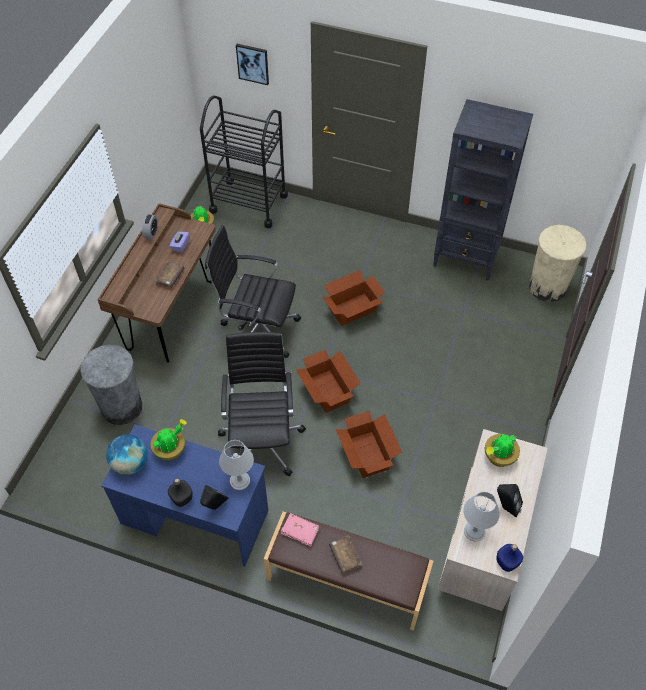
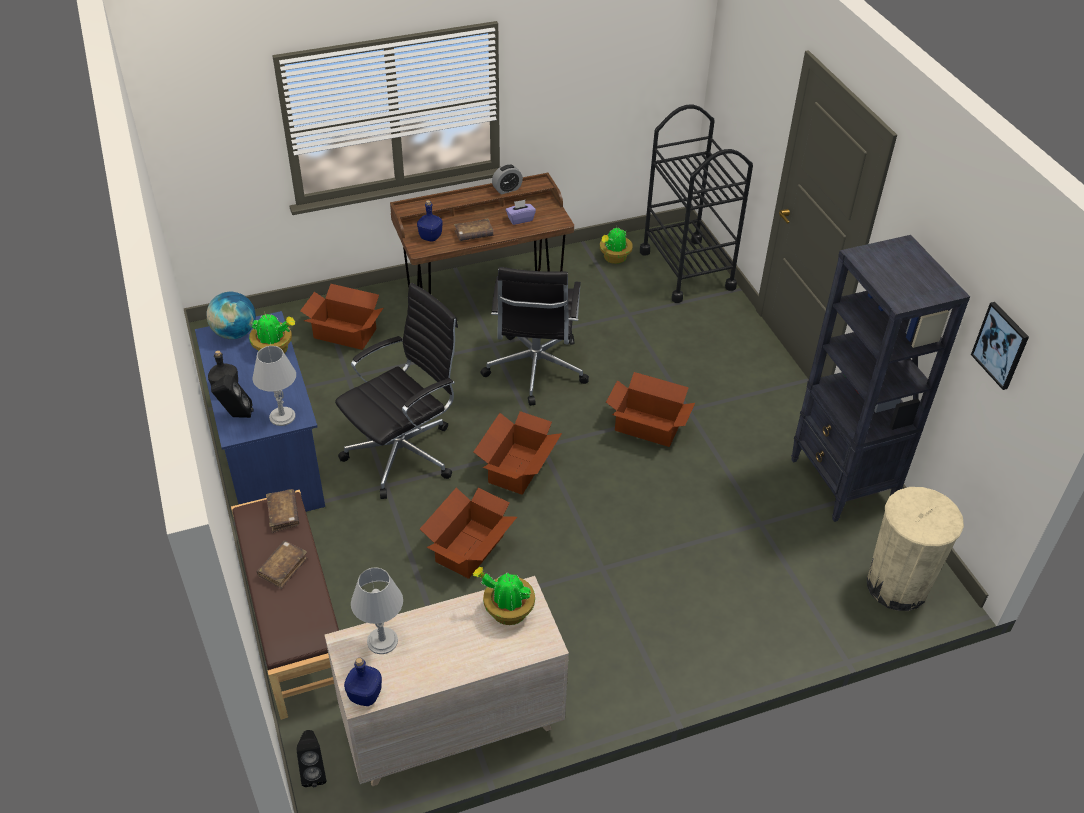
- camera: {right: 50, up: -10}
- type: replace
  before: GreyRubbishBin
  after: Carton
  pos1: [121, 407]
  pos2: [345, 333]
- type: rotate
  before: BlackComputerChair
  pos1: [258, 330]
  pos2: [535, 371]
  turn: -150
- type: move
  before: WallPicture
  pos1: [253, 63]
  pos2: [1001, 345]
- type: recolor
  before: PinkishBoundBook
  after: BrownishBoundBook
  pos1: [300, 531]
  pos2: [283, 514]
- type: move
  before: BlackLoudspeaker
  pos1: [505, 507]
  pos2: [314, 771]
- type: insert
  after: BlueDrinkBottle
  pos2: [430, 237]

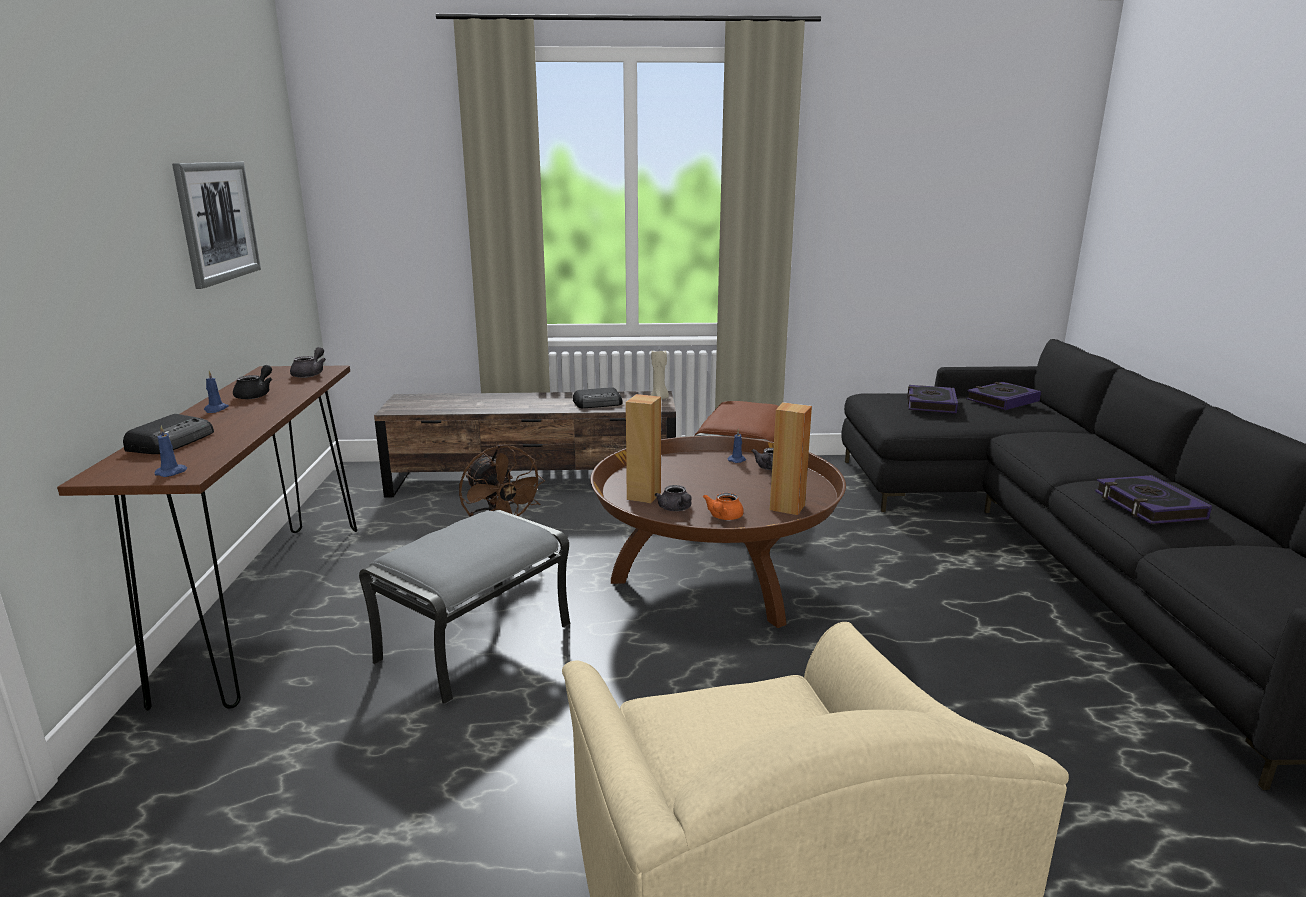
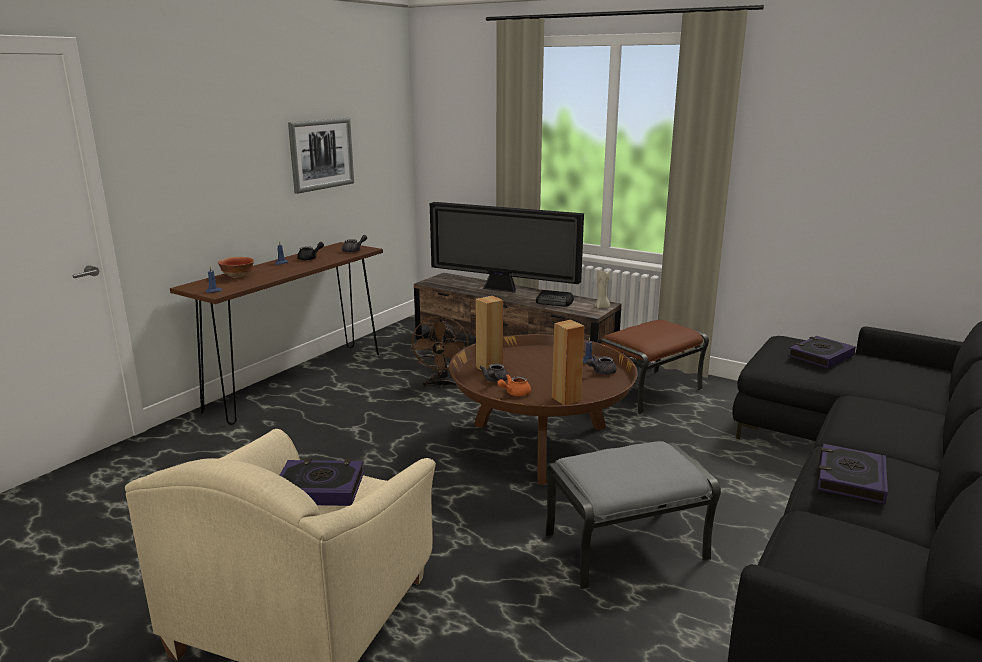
- camera: {right: 35, up: 0}
- type: replace
  before: RadioSet
  after: Bowl
  pos1: [172, 441]
  pos2: [238, 276]
- type: move
  before: GreyPouffe
  pos1: [475, 641]
  pos2: [626, 546]
- type: move
  before: BoundBook
  pos1: [1002, 400]
  pos2: [319, 488]
- type: insert
  after: TvSet
  pos2: [503, 289]

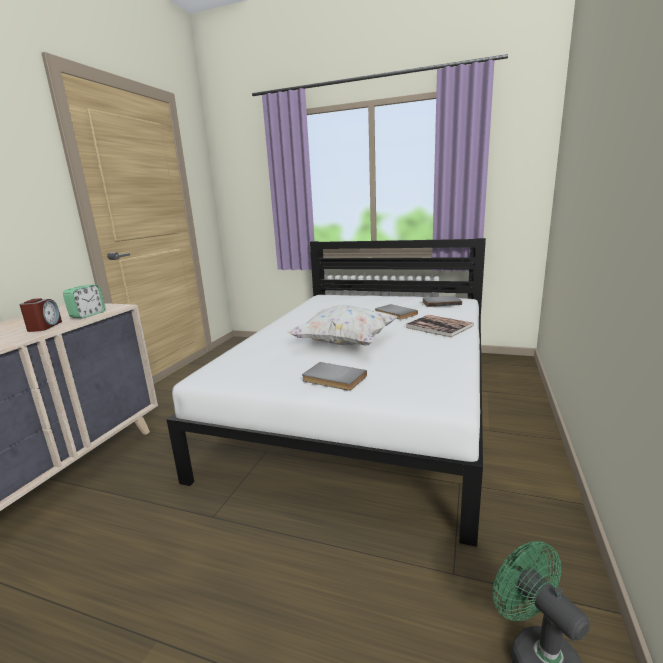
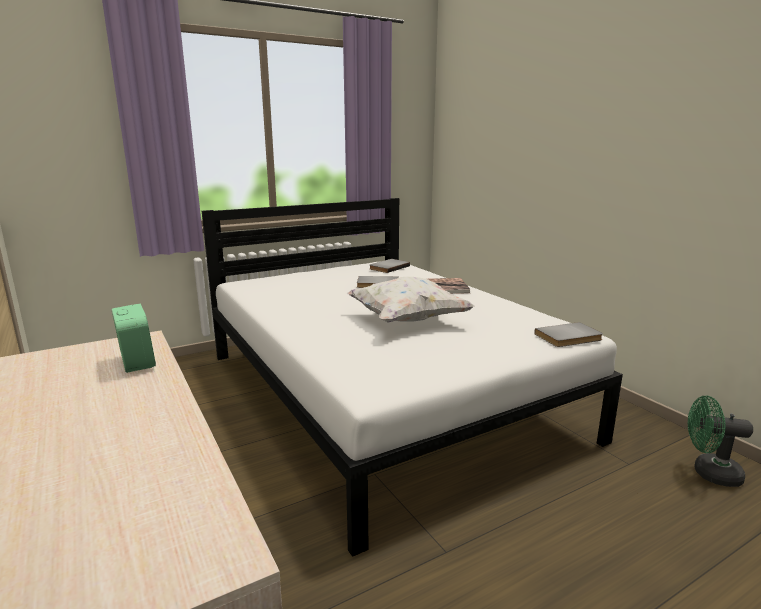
- camera: {right: -50, up: 0}
- type: delete
  before: BedsideClock
  pos1: [44, 326]
- type: move
  before: GreyBoundBook
  pos1: [333, 379]
  pos2: [569, 337]

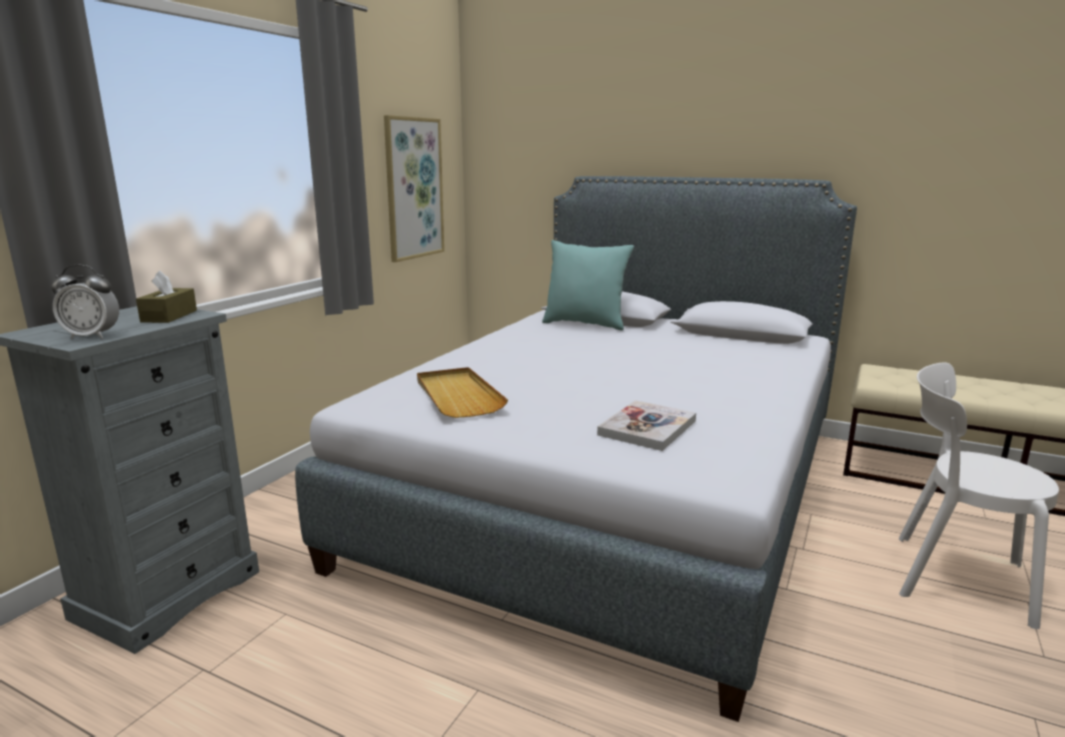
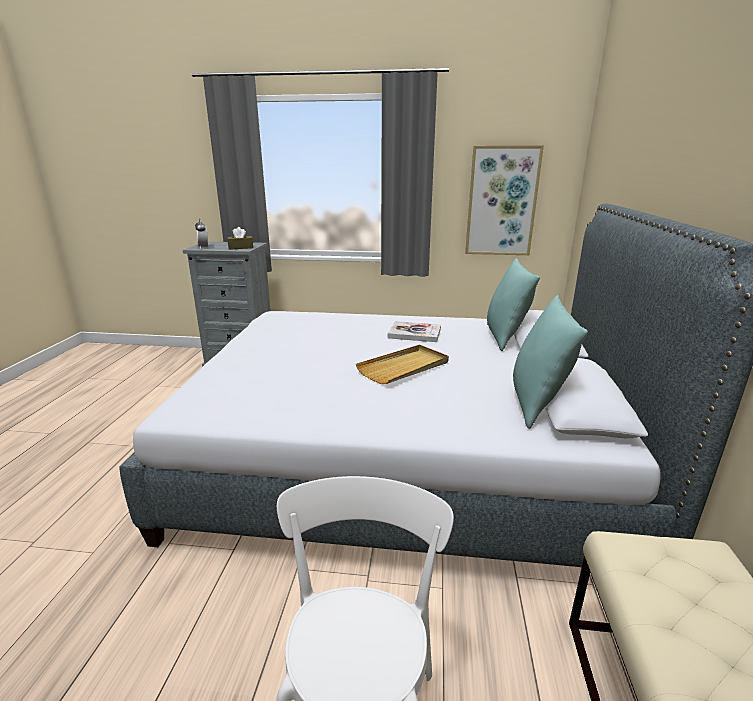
- camera: {right: 70, up: 5}
- type: move
  before: SandColouredCarryingTray
  pos1: [457, 396]
  pos2: [404, 367]
- type: move
  before: BoundBook
  pos1: [647, 428]
  pos2: [414, 333]
- type: insert
  after: TurquoisePillow
  pos2: [537, 403]

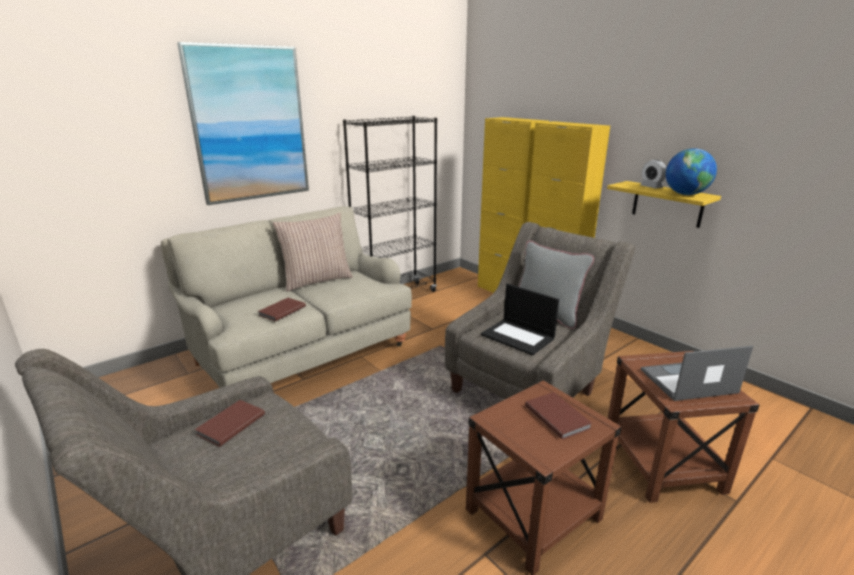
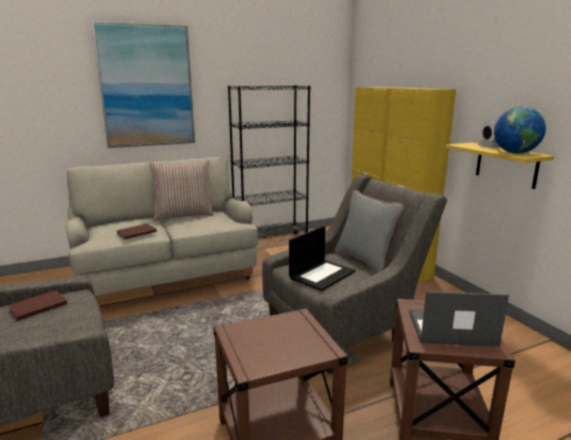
- camera: {right: 15, up: -5}
- type: rotate
  before: PortableComputer
  pos1: [518, 337]
  pos2: [322, 274]
  turn: -105
- type: delete
  before: BrownishBoundBook
  pos1: [557, 416]

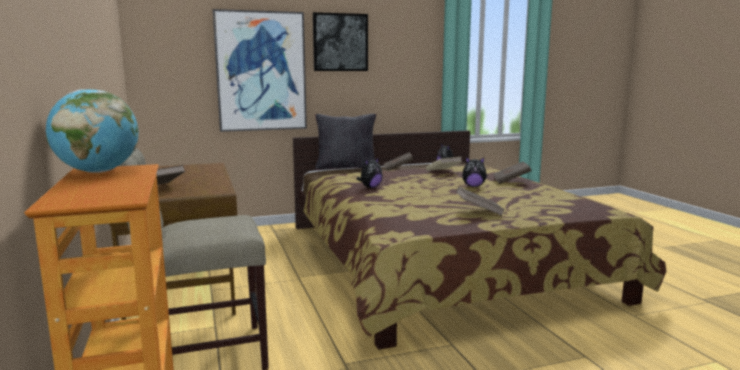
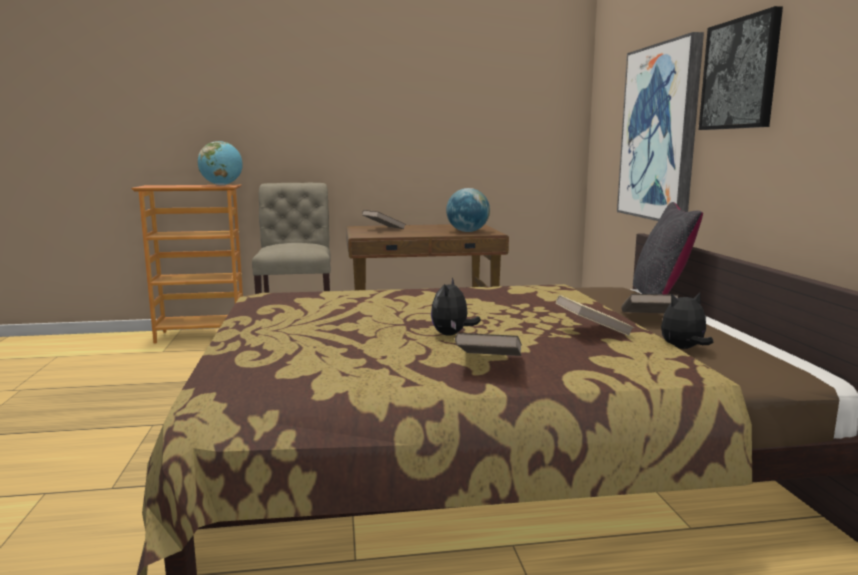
- camera: {right: 100, up: 0}
- type: delete
  before: PlushToy
  pos1: [370, 187]
- type: delete
  before: BrownishBoundBook
  pos1: [479, 212]
- type: insert
  after: DeskGlobe
  pos2: [467, 231]

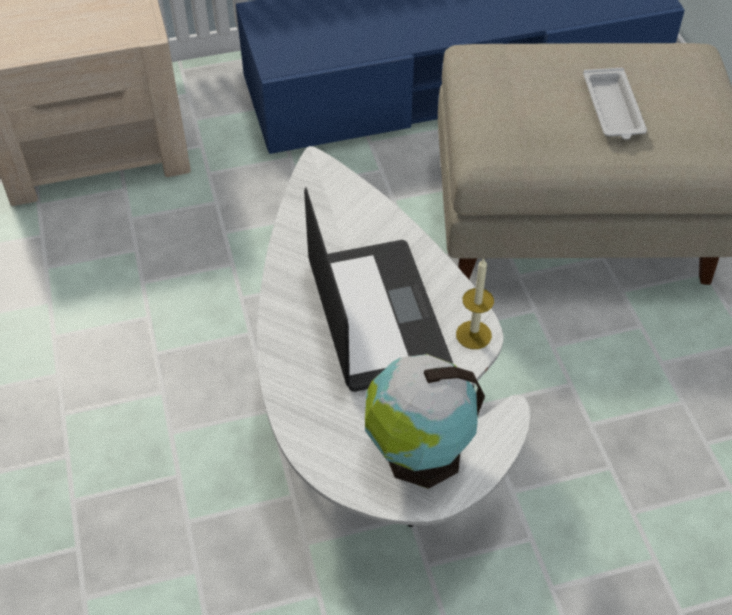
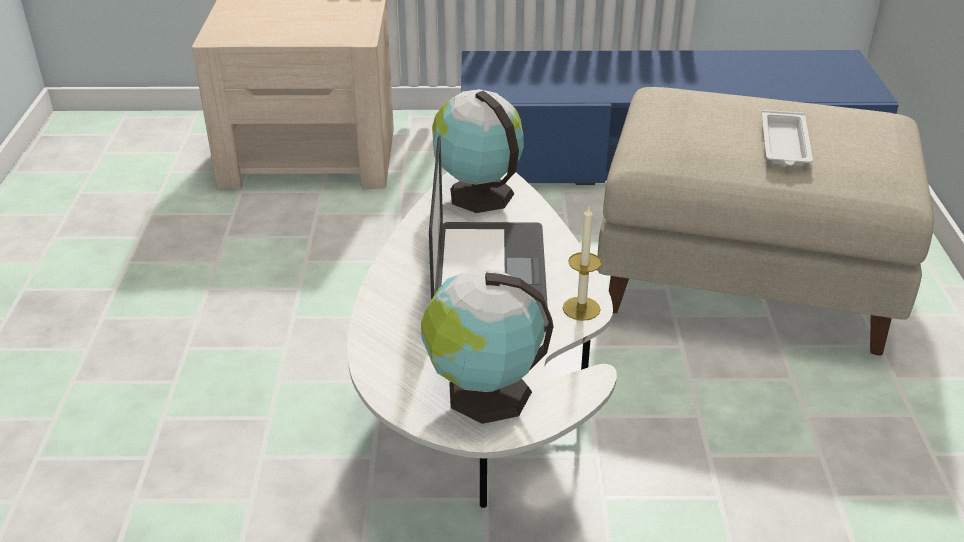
- camera: {right: 15, up: -15}
- type: insert
  after: DeskGlobe
  pos2: [478, 193]

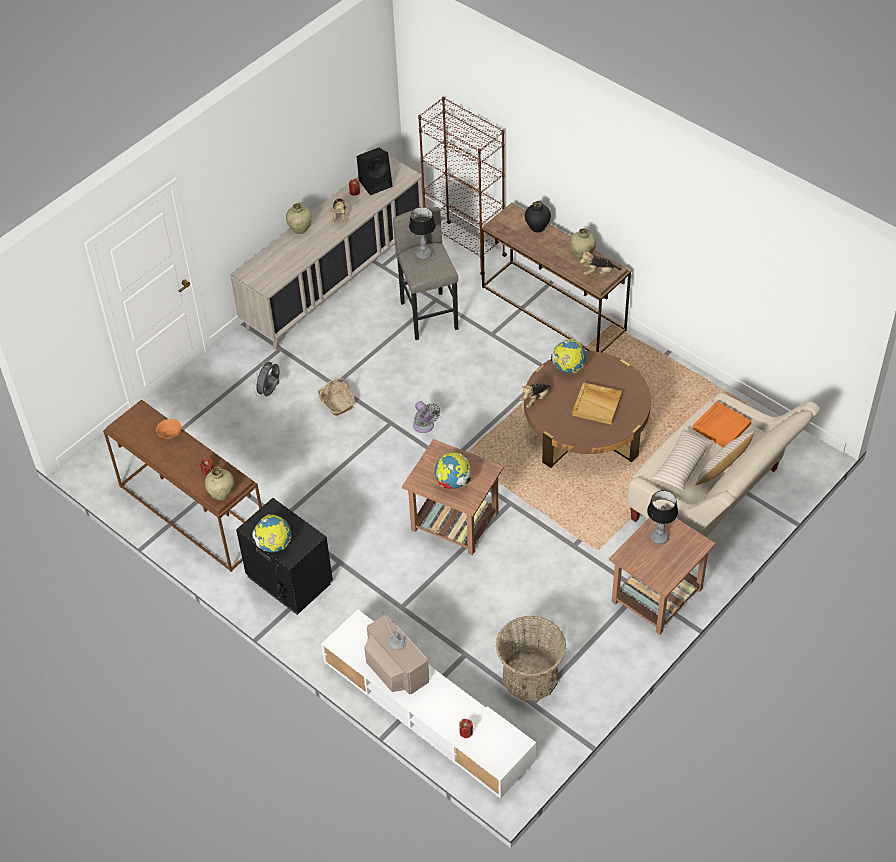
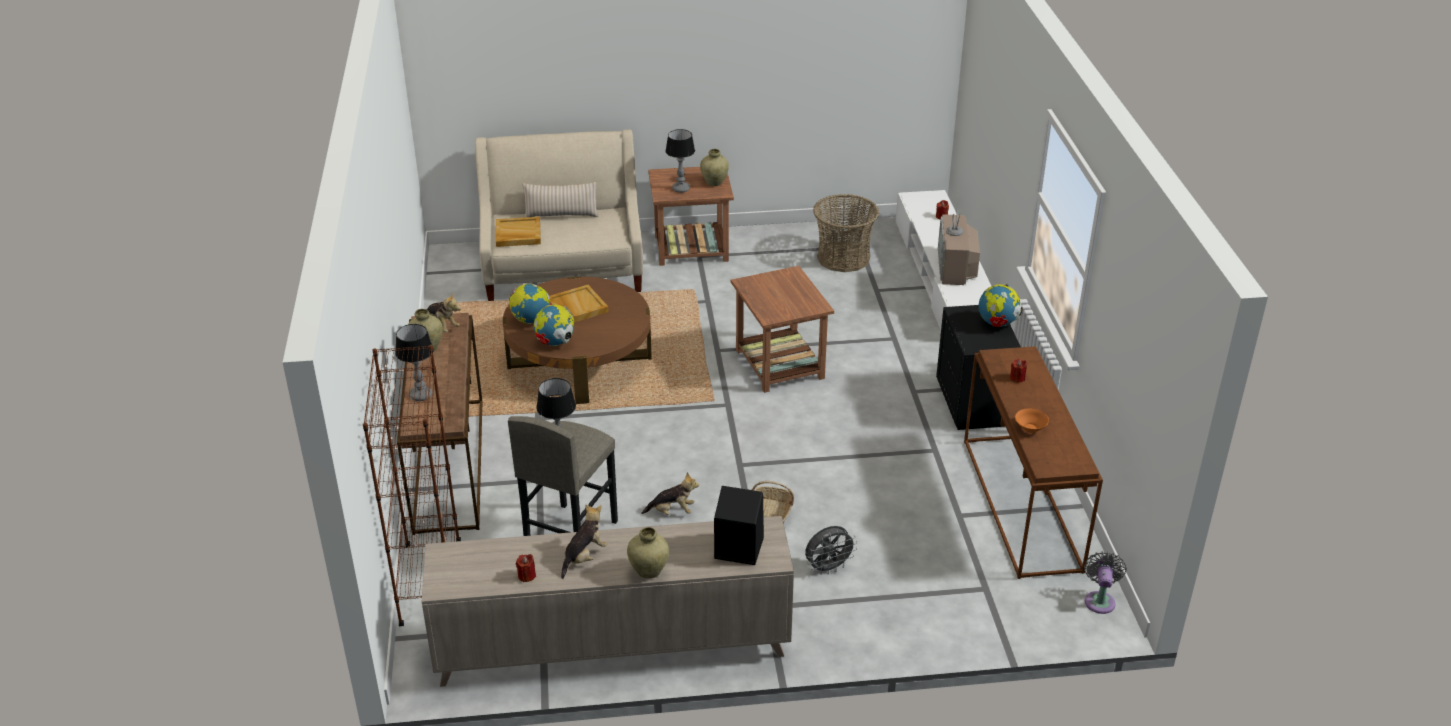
- camera: {right: -140, up: -15}
- type: move
  before: SandColouredFlowerVase
  pos1: [222, 494]
  pos2: [714, 182]
- type: move
  before: BlackLoudspeaker
  pos1: [376, 183]
  pos2: [737, 548]
- type: move
  before: GreyCoolingFan
  pos1: [424, 426]
  pos2: [1100, 600]
- type: move
  before: DeskGlobe
  pos1: [453, 482]
  pos2: [531, 320]
- type: move
  before: PlushToy
  pos1: [535, 399]
  pos2: [672, 512]
- type: replace
  before: BlackFlowerVase
  after: TableLamp
  pos1: [537, 227]
  pos2: [421, 395]
- type: delete
  before: SandColouredPillow
  pos1: [682, 465]
- type: recolor
  before: OrangeyCarryingTray
  after: SandColouredCarryingTray
  pos1: [721, 426]
  pos2: [518, 234]

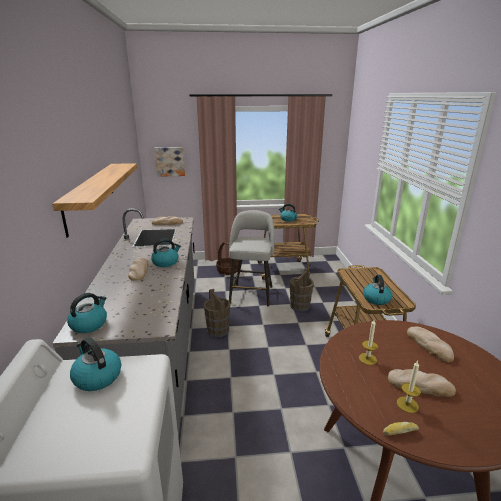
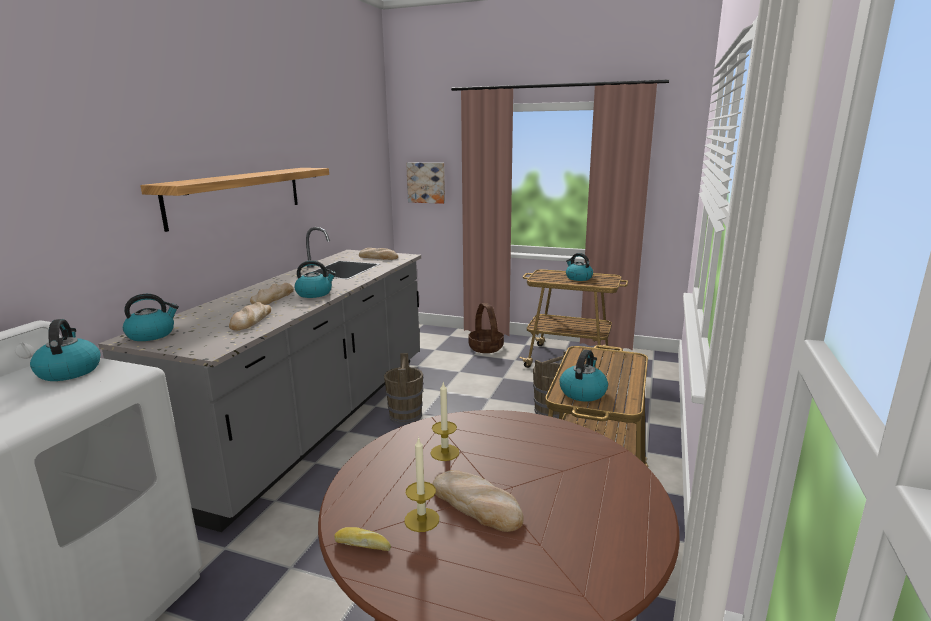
- camera: {right: 25, up: -5}
- type: delete
  before: GreyStool
  pos1: [251, 294]
- type: move
  before: Bread
  pos1: [429, 345]
  pos2: [251, 320]

